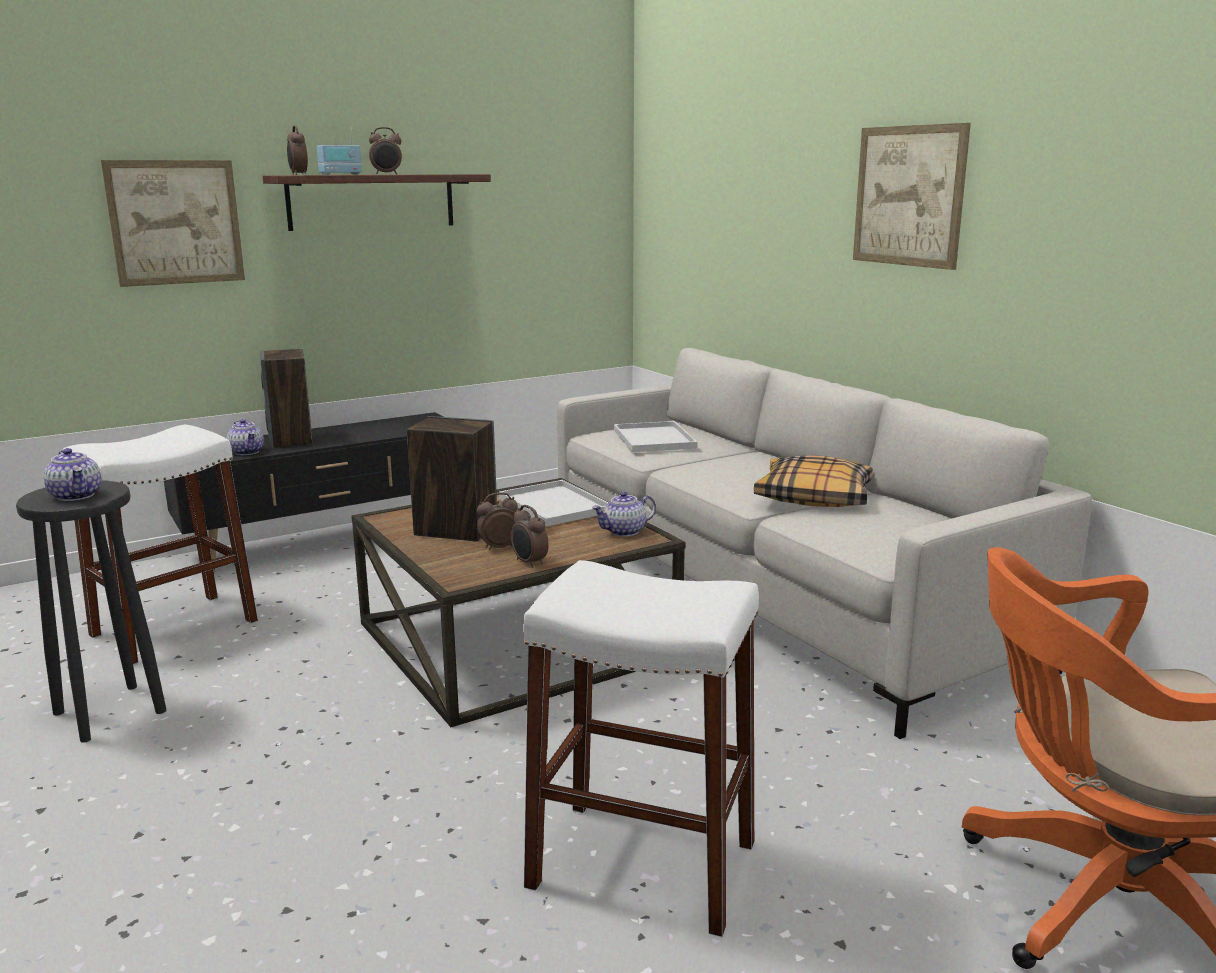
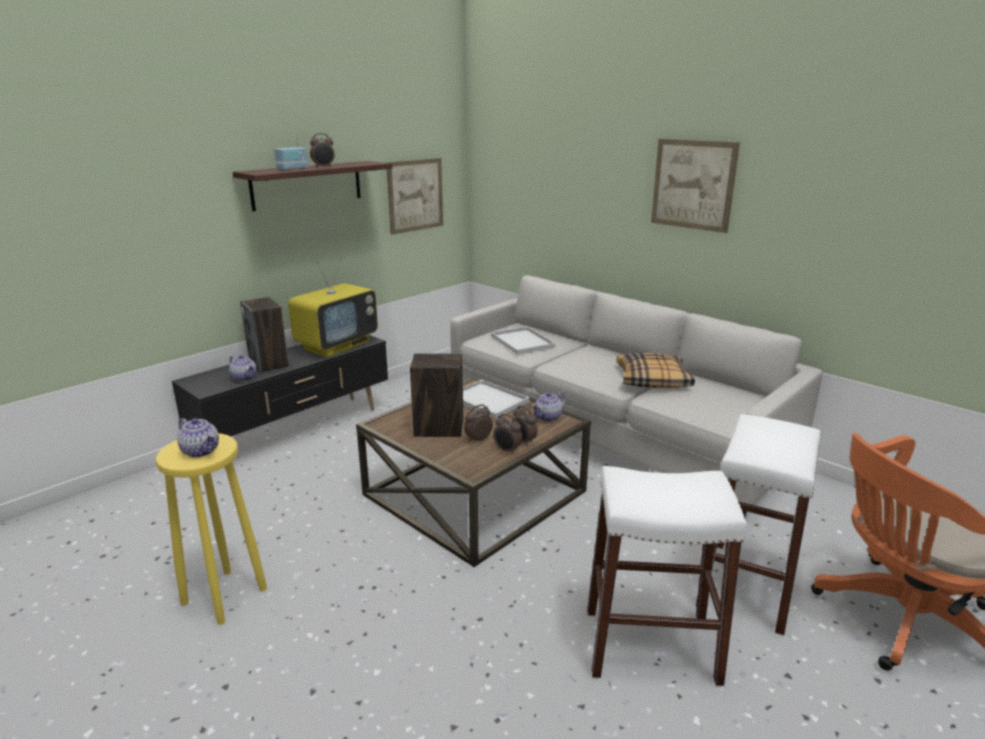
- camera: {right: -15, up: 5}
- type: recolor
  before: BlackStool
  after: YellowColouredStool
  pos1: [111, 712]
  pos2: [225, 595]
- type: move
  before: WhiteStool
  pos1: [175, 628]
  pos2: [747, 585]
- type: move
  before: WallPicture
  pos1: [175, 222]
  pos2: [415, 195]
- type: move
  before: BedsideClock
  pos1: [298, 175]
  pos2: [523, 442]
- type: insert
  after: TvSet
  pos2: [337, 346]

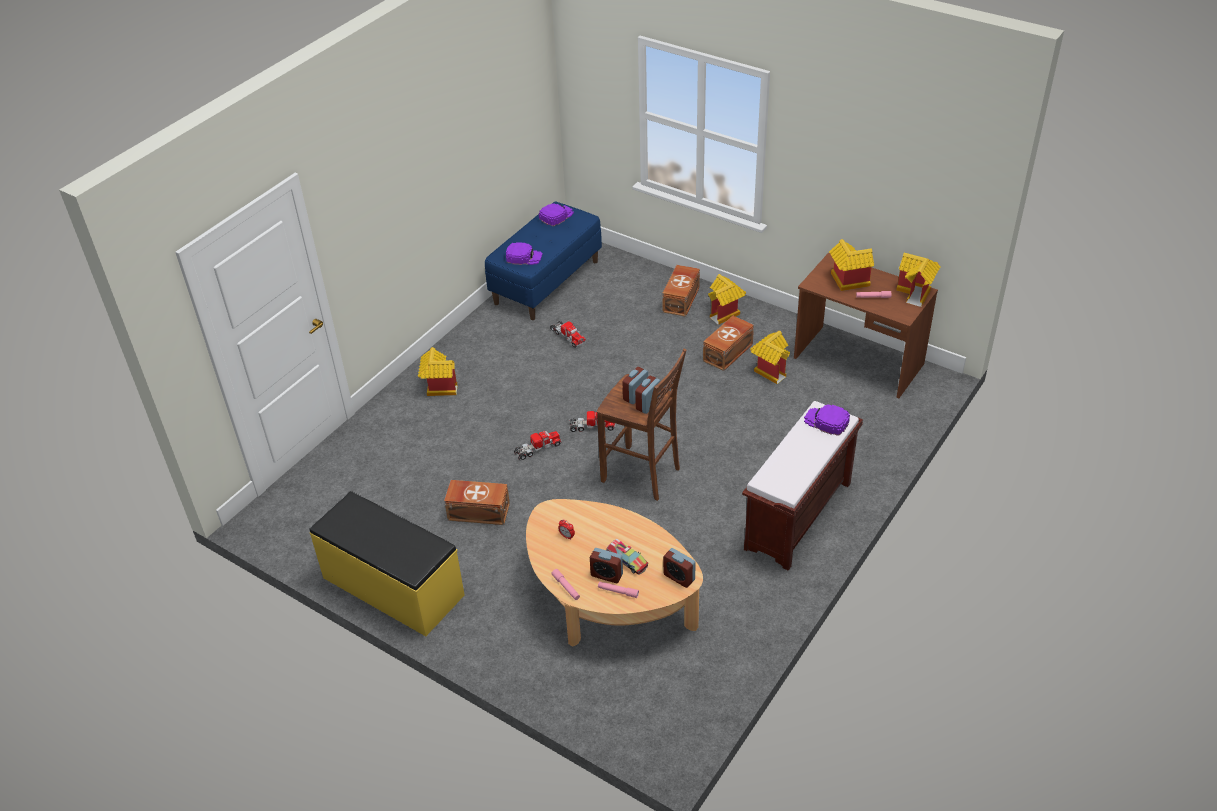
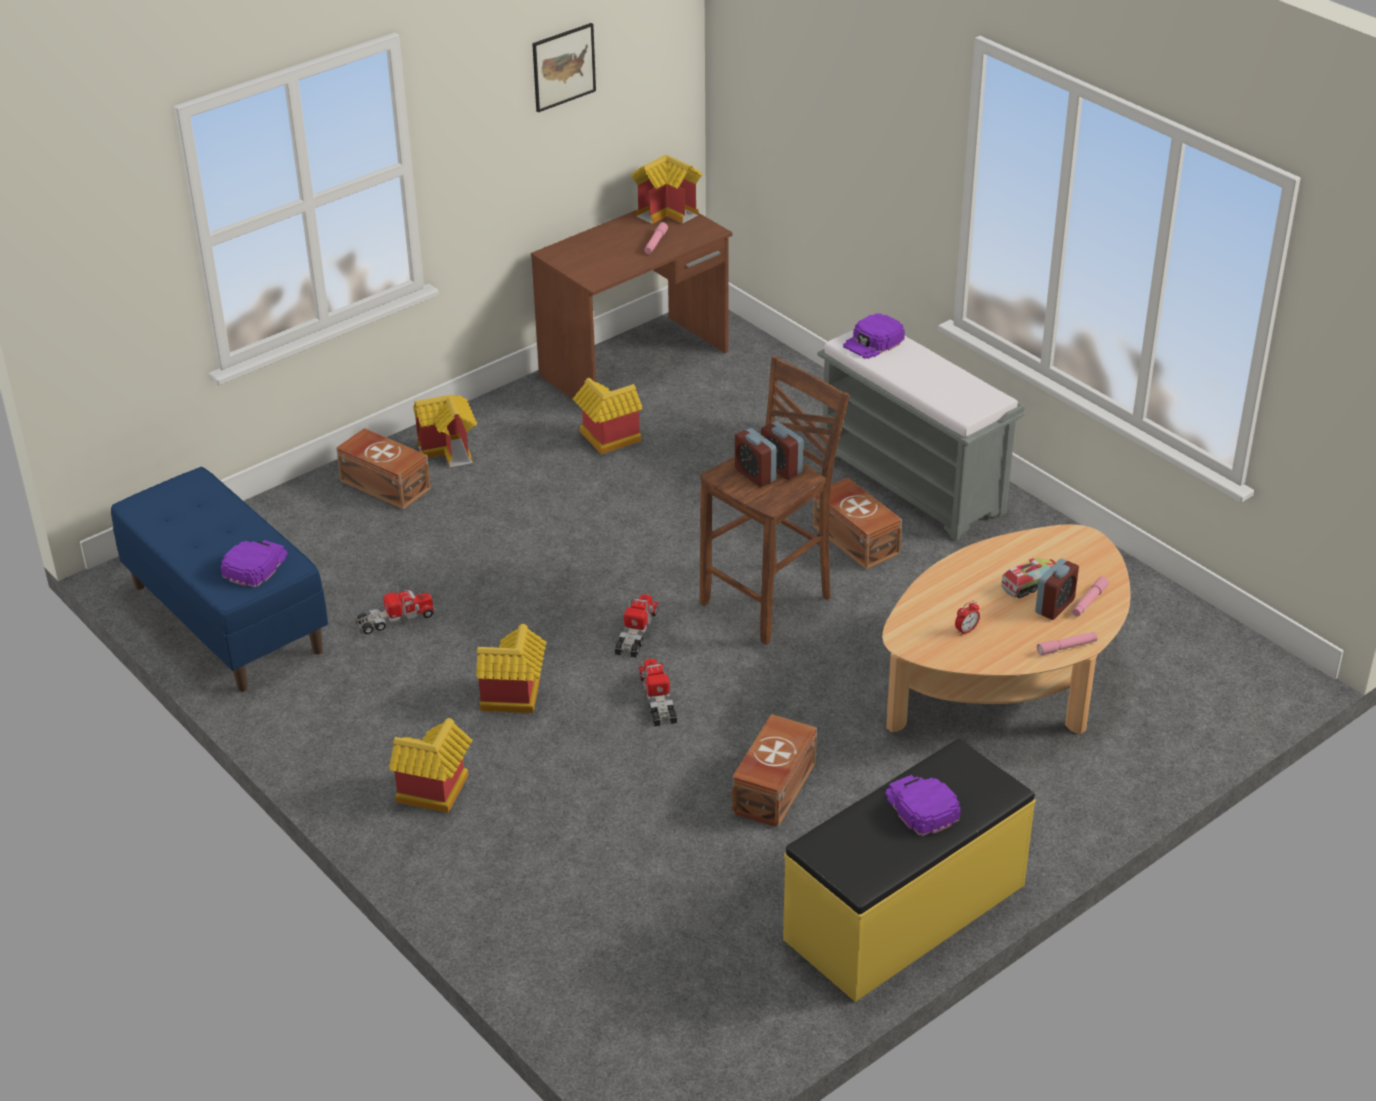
- camera: {right: -75, up: -5}
- type: move
  before: PurplePeakedCap
  pos1: [556, 216]
  pos2: [920, 807]
- type: delete
  before: BedsideClock
  pos1: [679, 577]
- type: move
  before: BrownishStorageBin
  pos1: [729, 352]
  pos2: [856, 539]
- type: recolor
  before: BrownishIndoorBench
  after: GreyIndoorBench
  pos1: [798, 517]
  pos2: [914, 483]
- type: move
  before: ModelHouse
  pos1: [847, 282]
  pos2: [514, 699]
- type: insert
  after: WallPicture
  pos2: [563, 67]

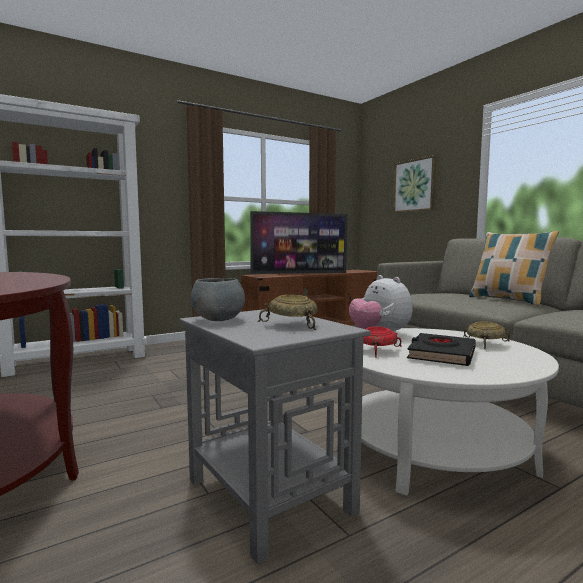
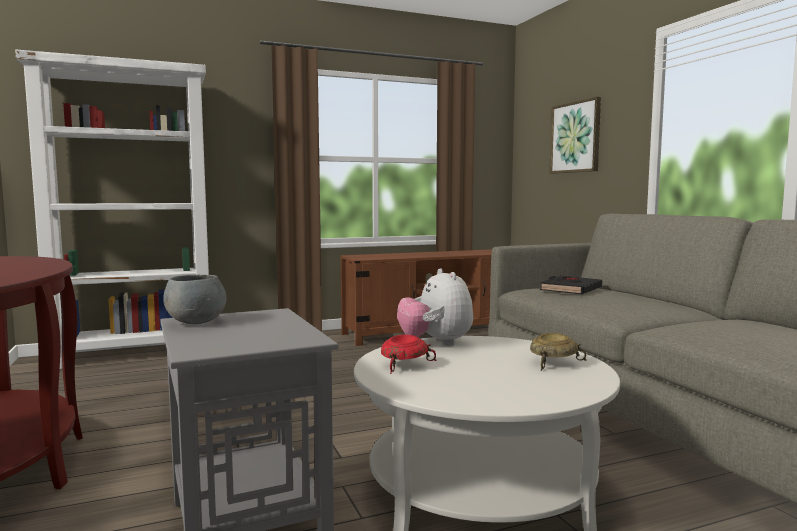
- camera: {right: 10, up: 0}
- type: delete
  before: TvSet
  pos1: [299, 273]
- type: delete
  before: SandColouredBowl
  pos1: [291, 324]
- type: move
  before: BlackBoundBook
  pos1: [441, 354]
  pos2: [570, 290]
- type: delete
  before: Pillow
  pos1: [508, 300]

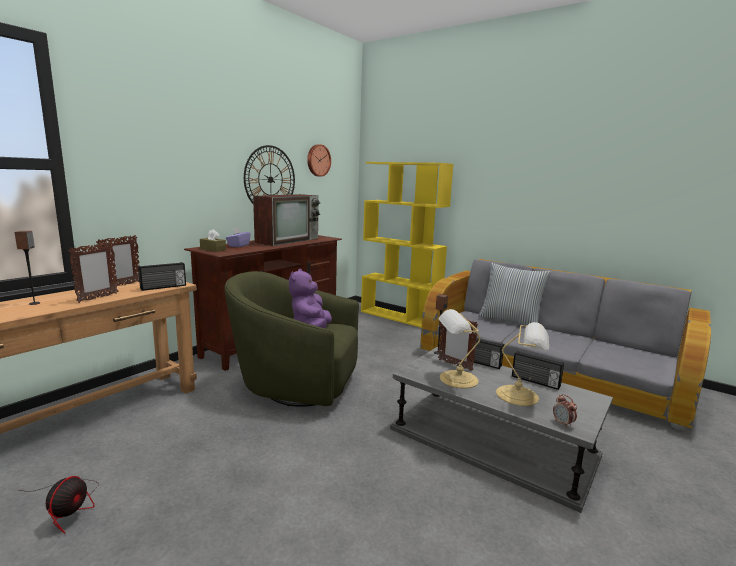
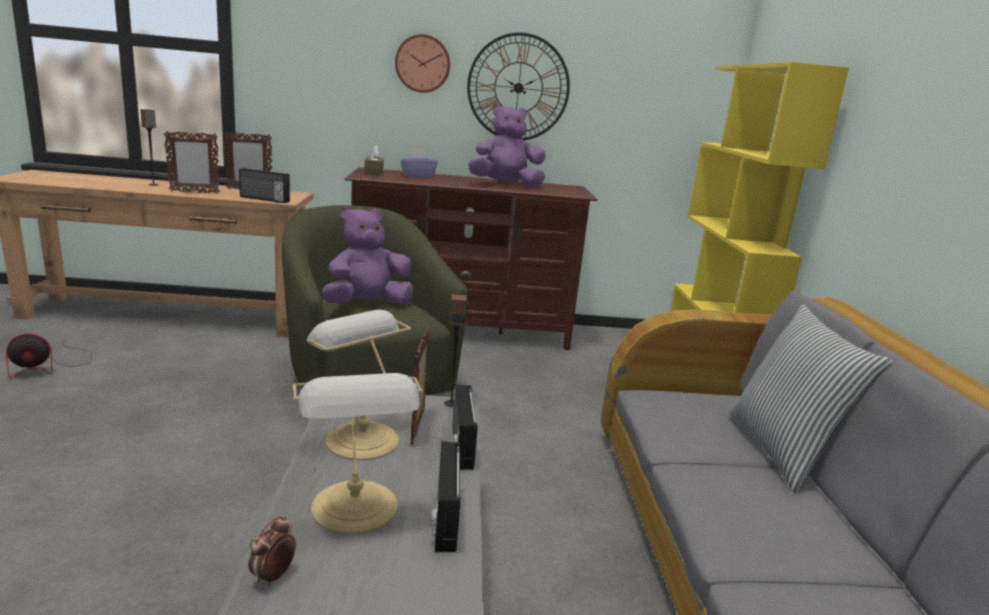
- camera: {right: 50, up: 5}
- type: replace
  before: TvSet
  after: PurplePlushToy
  pos1: [288, 240]
  pos2: [505, 184]
- type: move
  before: ClockOnTheWall
  pos1: [318, 160]
  pos2: [423, 64]

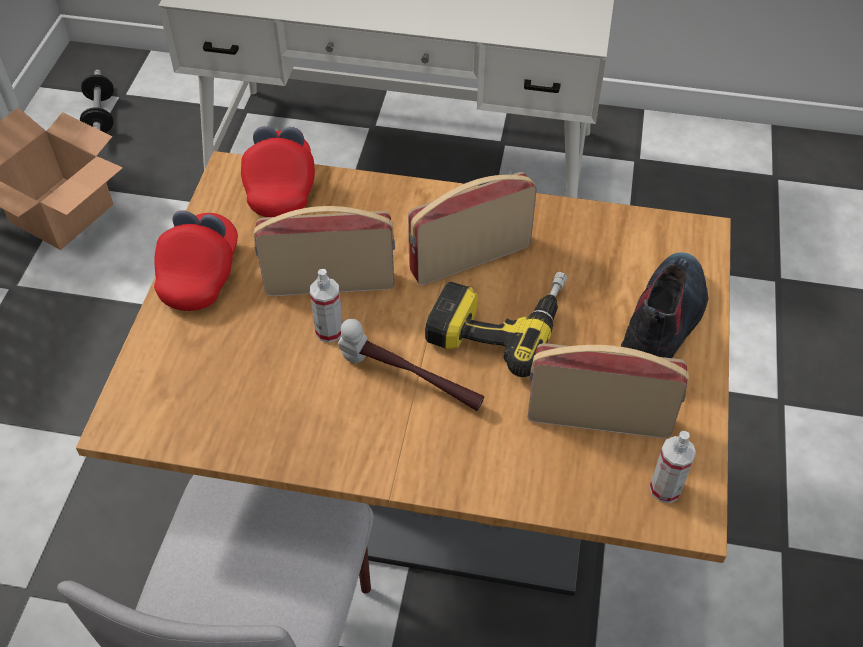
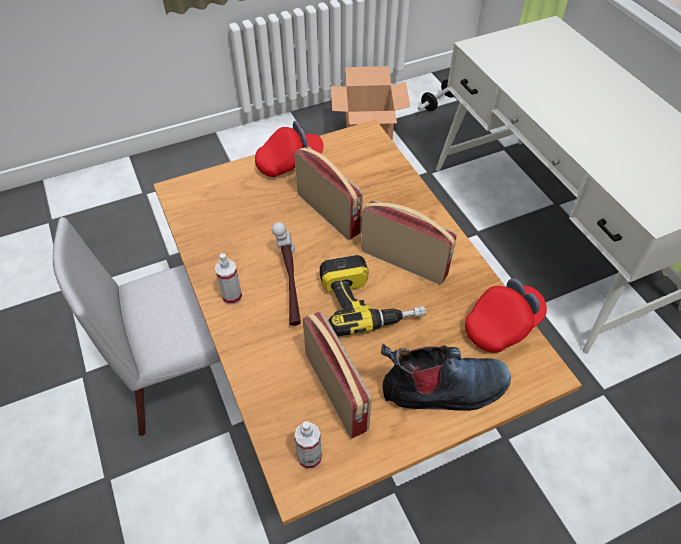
- camera: {right: 55, up: 0}
- type: move
  before: RedPeakedCap
  pos1: [281, 186]
  pos2: [502, 325]
- type: move
  before: Sprayer
  pos1: [329, 331]
  pos2: [232, 296]

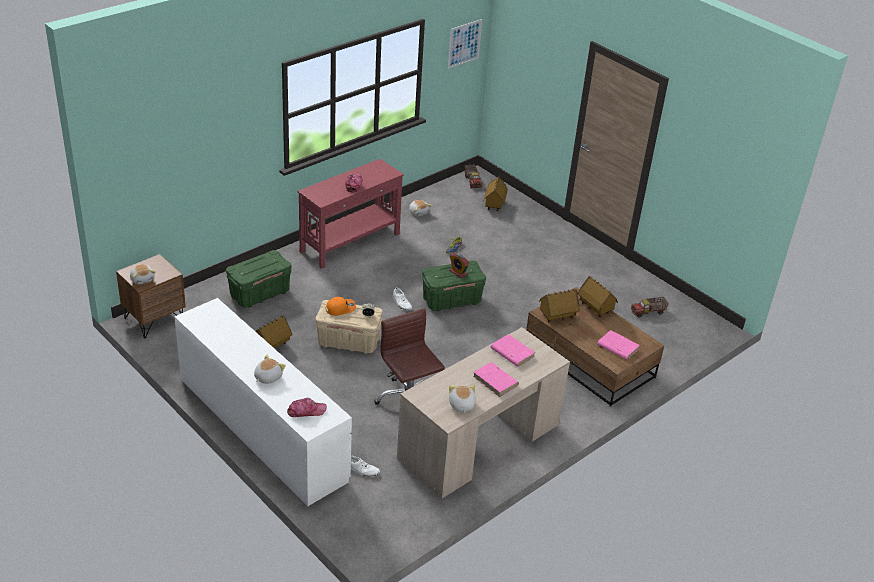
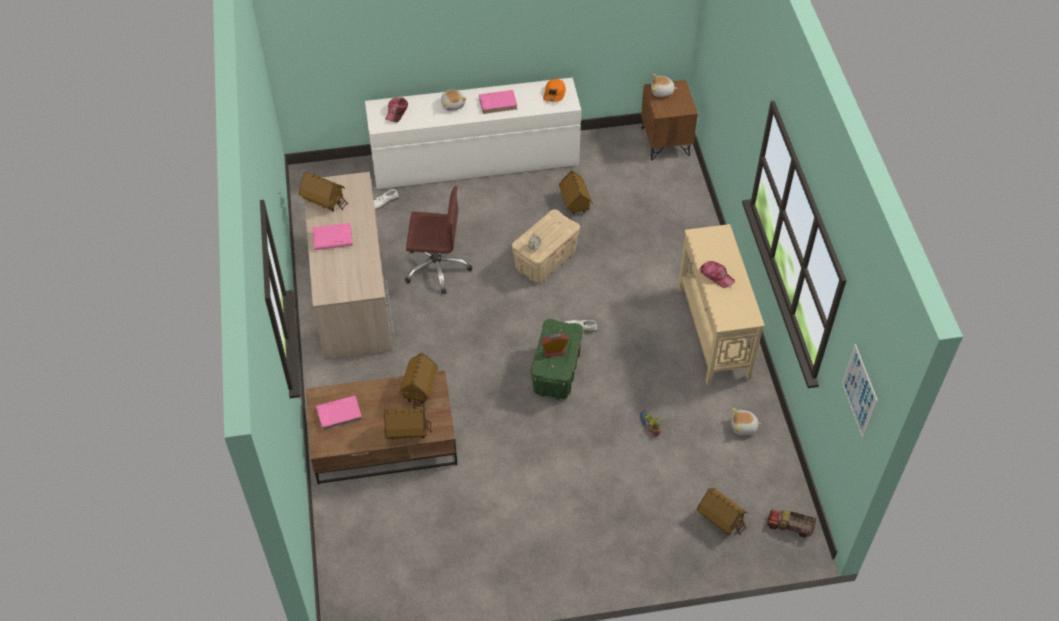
- camera: {right: 125, up: 15}
- type: delete
  before: GreenStorageBin
  pos1: [260, 293]
- type: recolor
  before: RedNarrowTable
  after: SandColouredNarrowTable
  pos1: [351, 242]
  pos2: [712, 333]
- type: move
  before: OrangeyPeakedCap
  pos1: [340, 308]
  pos2: [555, 94]
- type: replace
  before: PlushToy
  after: ModelHouse
  pos1: [461, 405]
  pos2: [324, 202]
- type: move
  before: PinkishBoundBook
  pos1: [512, 352]
  pos2: [498, 103]
- type: delete
  before: ToyLorry
  pos1: [648, 312]

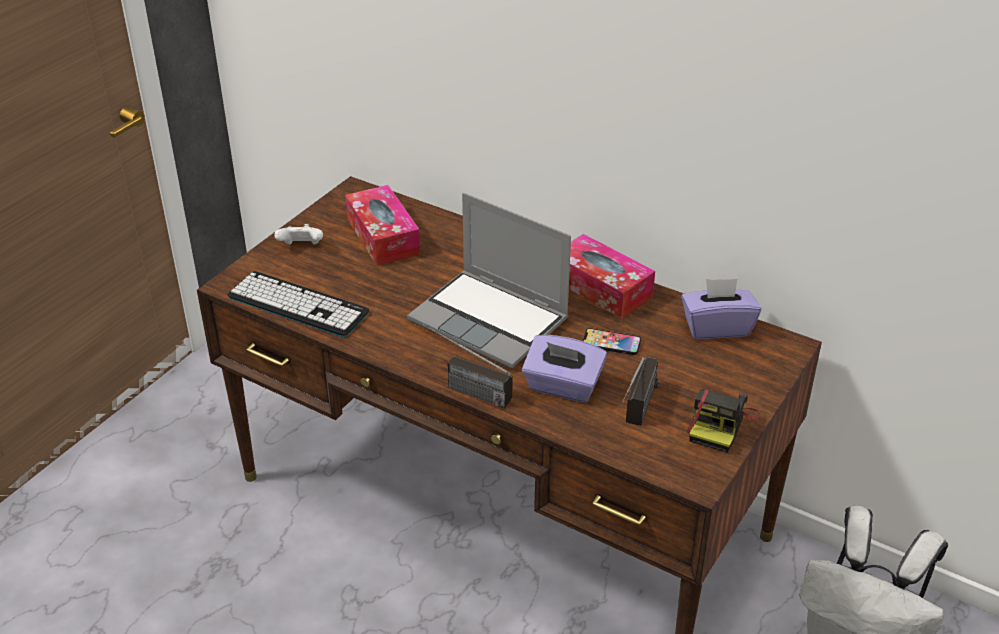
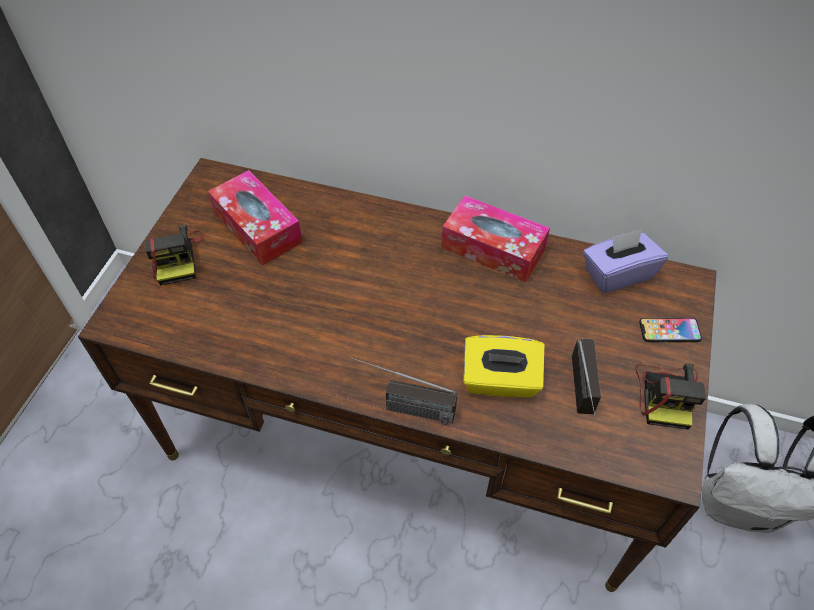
- camera: {right: -15, up: 15}
- type: delete
  before: PcKeyboard
  pos1: [298, 305]
- type: replace
  before: WhiteJoypad
  after: PhotoCamera
  pos1: [301, 247]
  pos2: [177, 257]
- type: delete
  before: PortableComputer
  pos1: [491, 320]
- type: recolor
  before: PurpleTissueBox
  after: YellowColouredTissueBox
  pos1: [562, 386]
  pos2: [500, 381]
- type: move
  before: Phone
  pos1: [611, 343]
  pos2: [669, 330]

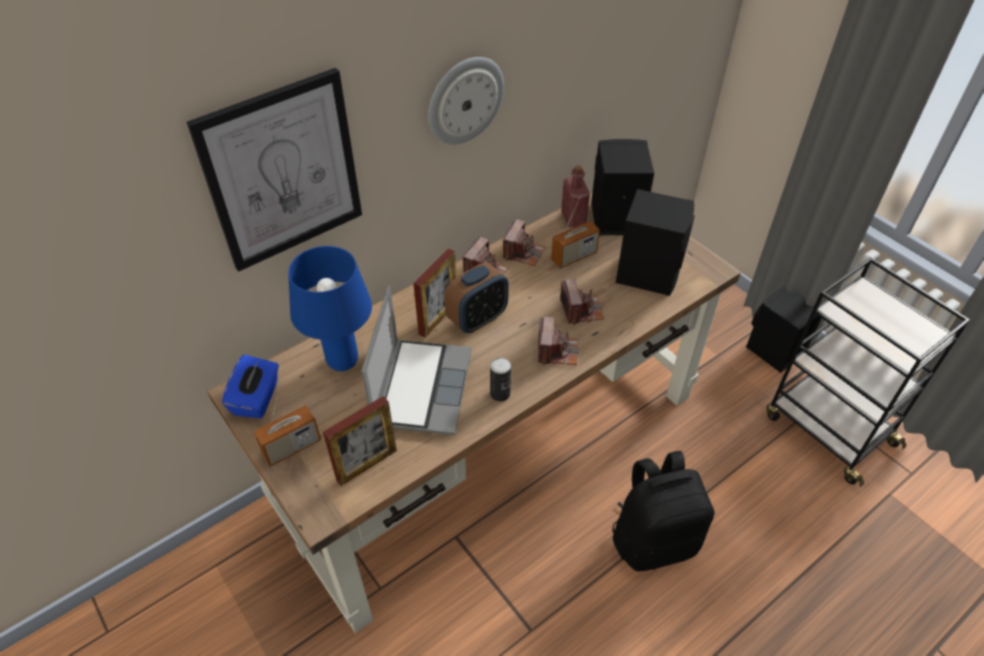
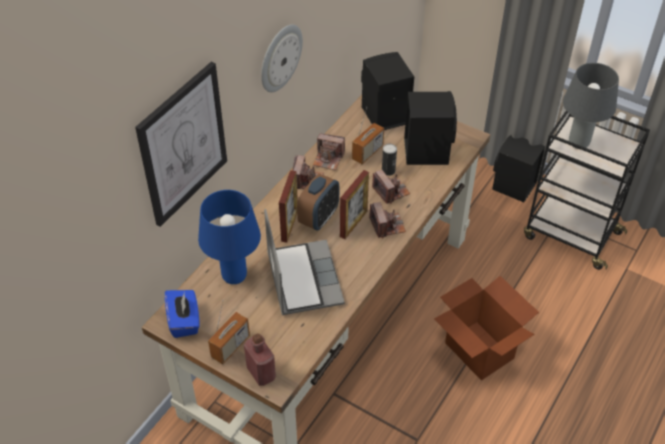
- camera: {right: -20, up: 0}
- type: move
  before: StandingFrame
  pos1: [366, 465]
  pos2: [353, 224]
- type: move
  before: Can
  pos1: [500, 394]
  pos2: [388, 171]
- type: rotate
  before: PhotoCamera
  pos1: [523, 252]
  pos2: [328, 159]
  turn: 105
- type: move
  before: RedDrinkBottle
  pos1: [573, 219]
  pos2: [261, 373]
- type: replace
  before: BlackRucksack
  after: Carton
  pos1: [653, 540]
  pos2: [478, 350]
- type: insert
  after: GreyTableLamp
  pos2: [578, 143]

